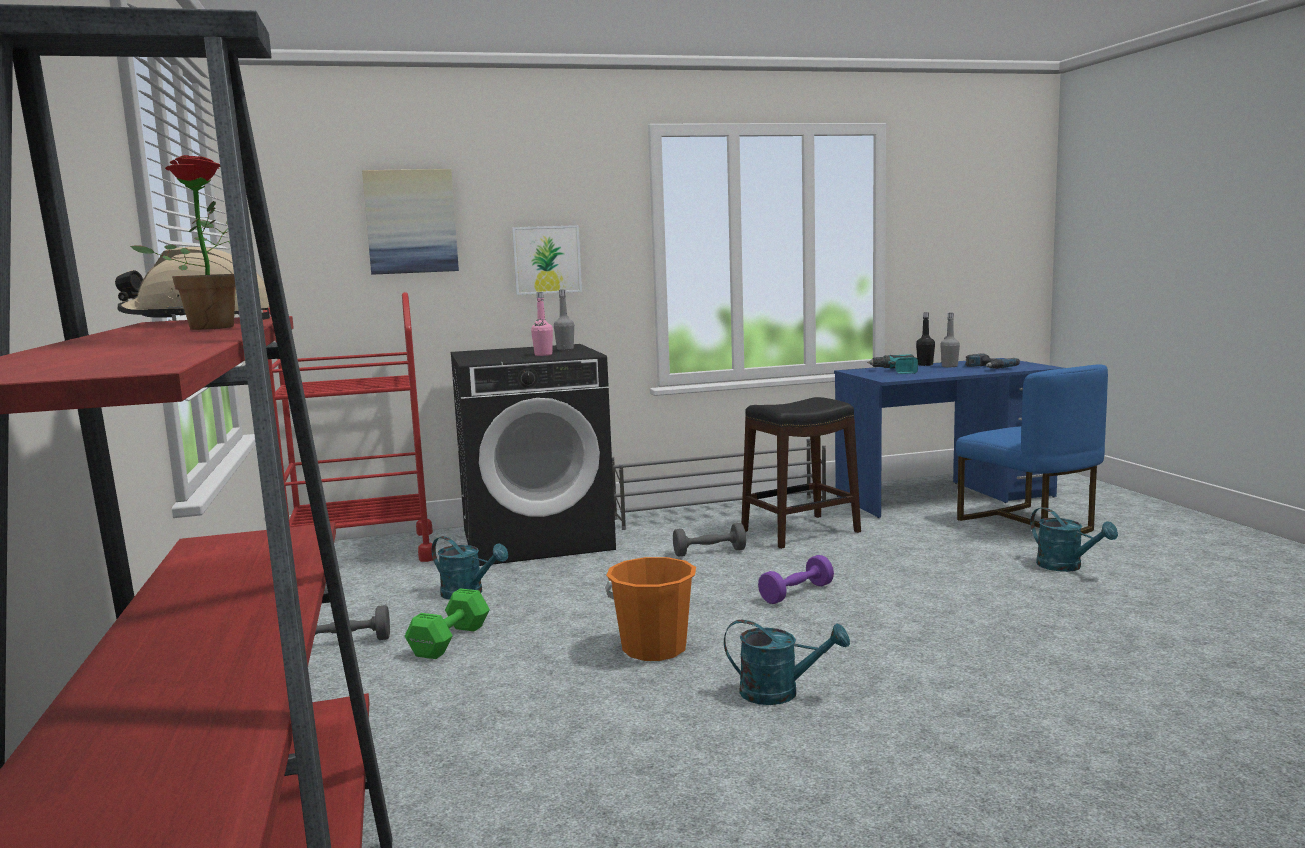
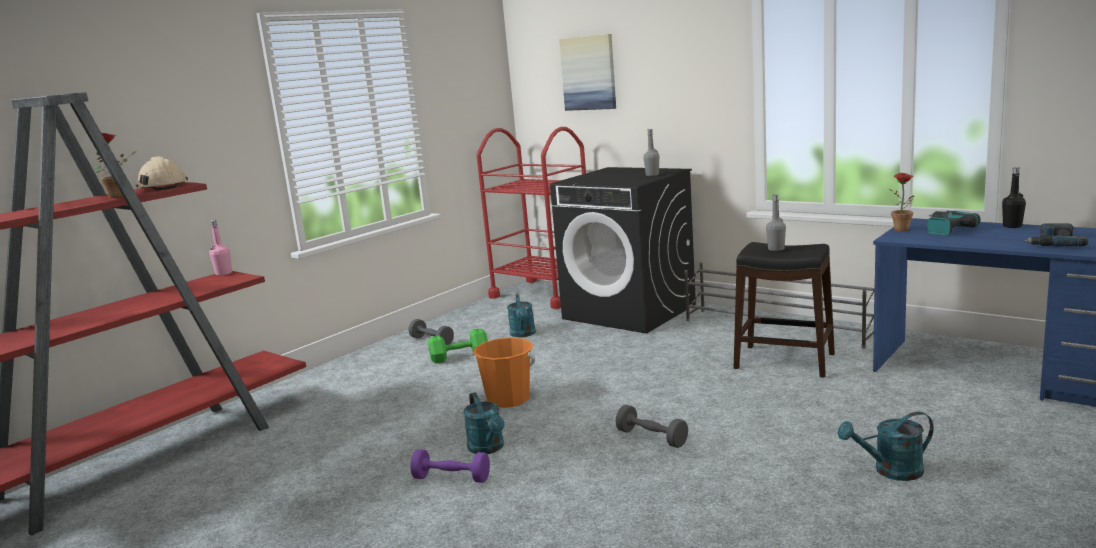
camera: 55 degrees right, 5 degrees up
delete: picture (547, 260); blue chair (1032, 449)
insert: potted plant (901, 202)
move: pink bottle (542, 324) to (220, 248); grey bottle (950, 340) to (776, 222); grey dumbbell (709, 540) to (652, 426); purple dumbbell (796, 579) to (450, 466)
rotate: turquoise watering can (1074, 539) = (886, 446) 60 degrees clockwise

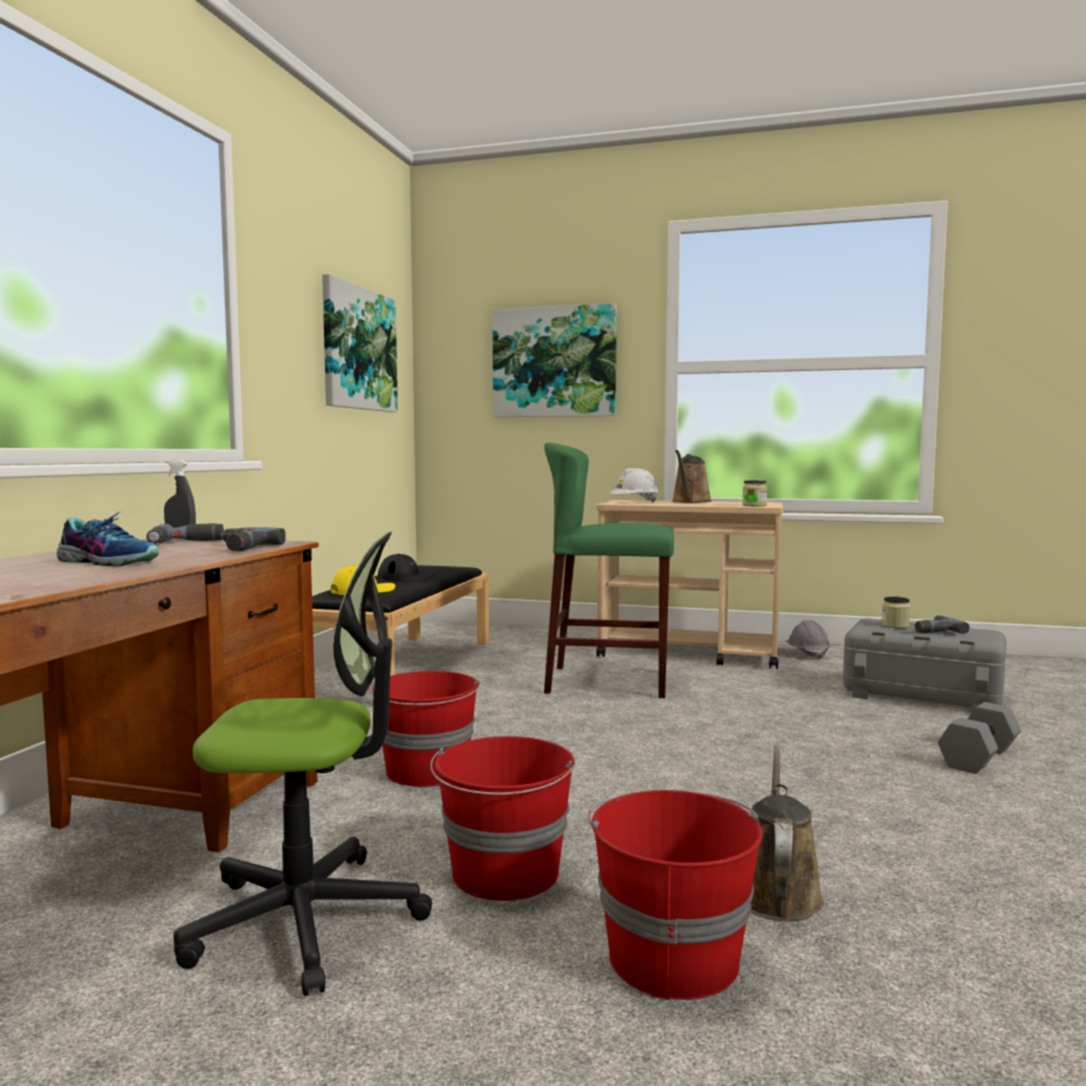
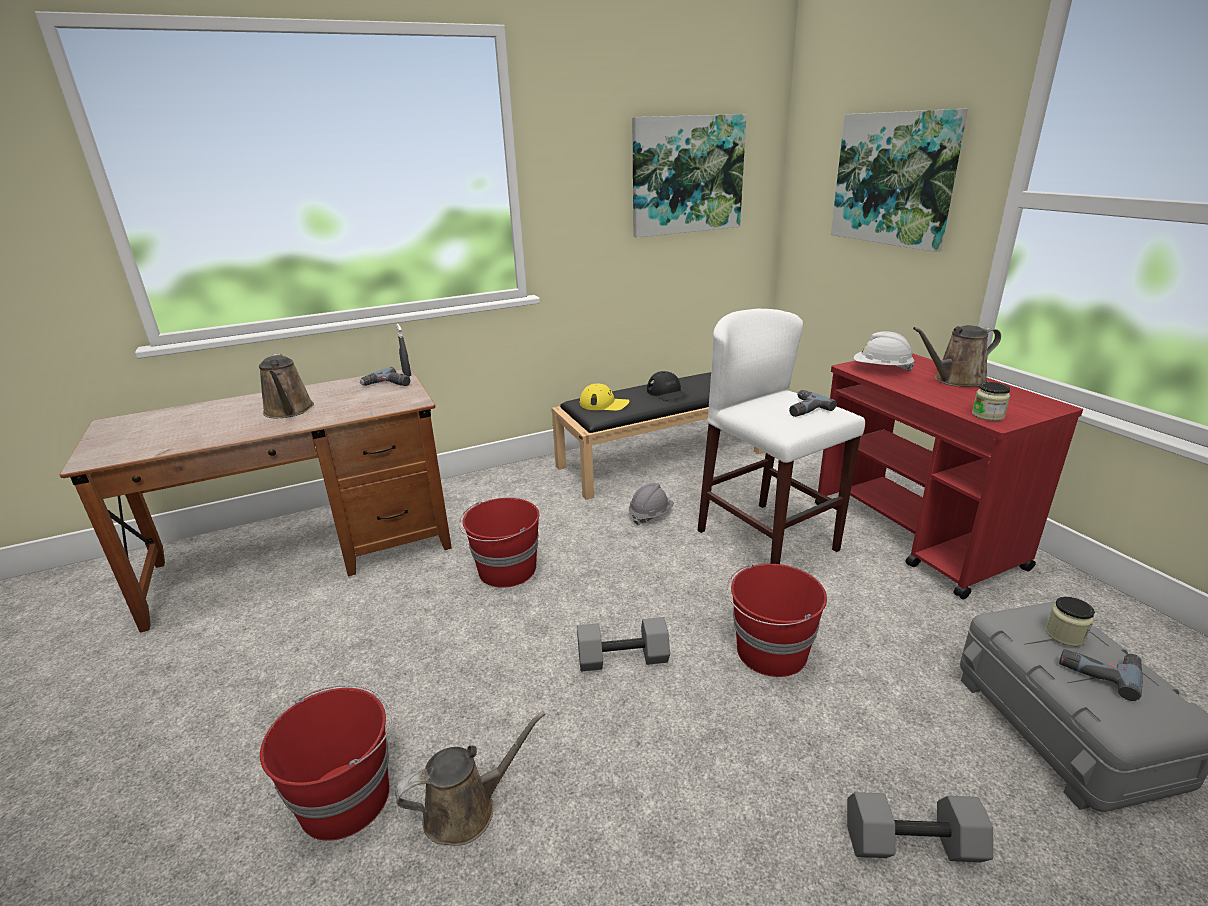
camera: 50 degrees right, 20 degrees up
delete: office chair (302, 764)
insert: grey dumbbell (623, 644)
move: power drill (253, 539) to (813, 403); grey hard hat (808, 640) to (651, 504); red bucket (502, 818) to (777, 620)
replace: shoe (107, 539) to brown watering can (286, 385)
recolor: green stool (609, 570) to white stool (781, 436); beige cart (689, 584) to red cart (949, 476)

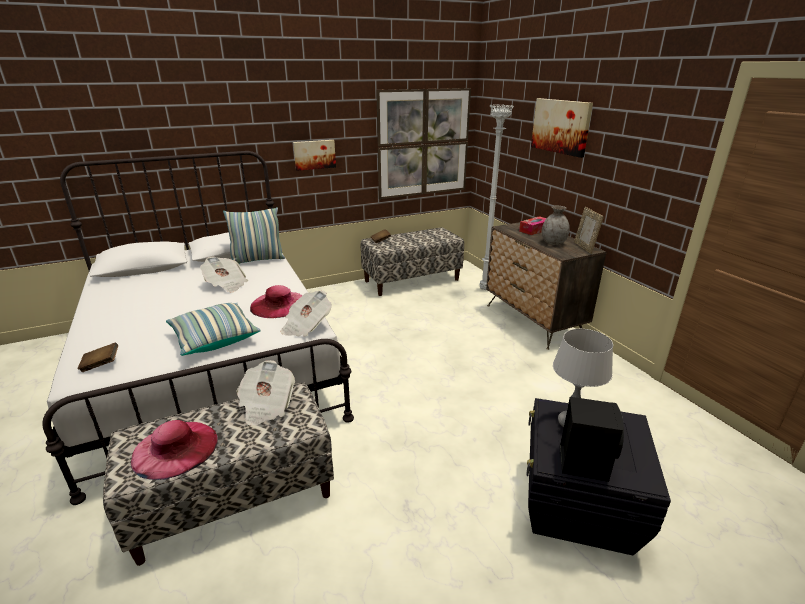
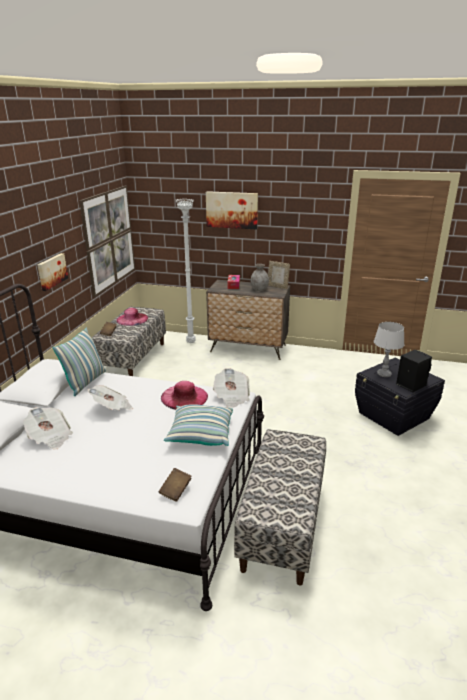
camera: 50 degrees left, 0 degrees up
move: newspaper (265, 393) to (48, 428); pink hat (174, 450) to (132, 317)

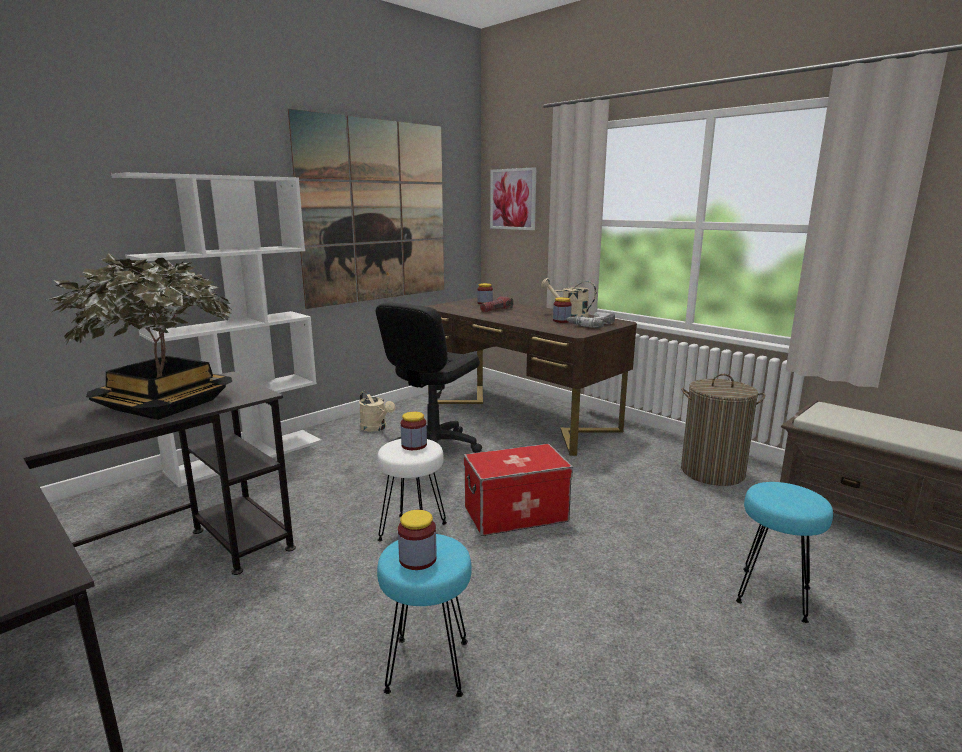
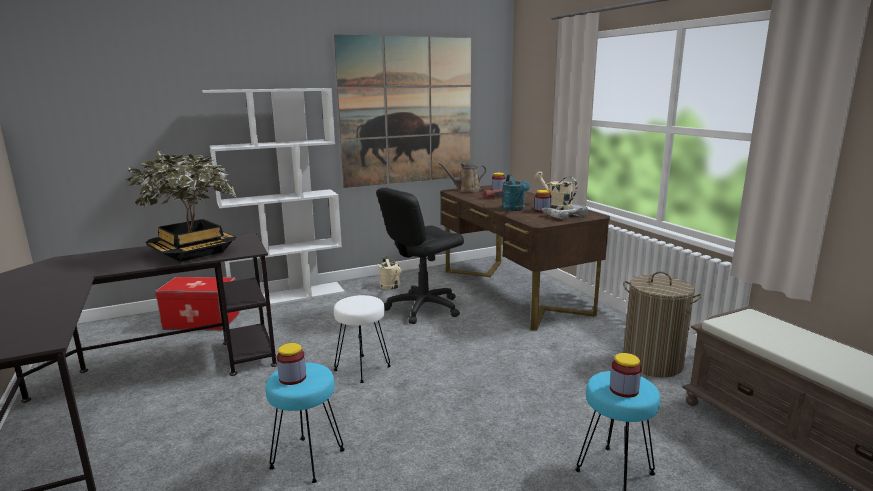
camera: 20 degrees right, 0 degrees up
delete: picture (513, 198)
insert: brown watering can (462, 177); turquoise watering can (516, 192)
move: jar (414, 431) to (626, 375); storage box (518, 490) to (196, 303)

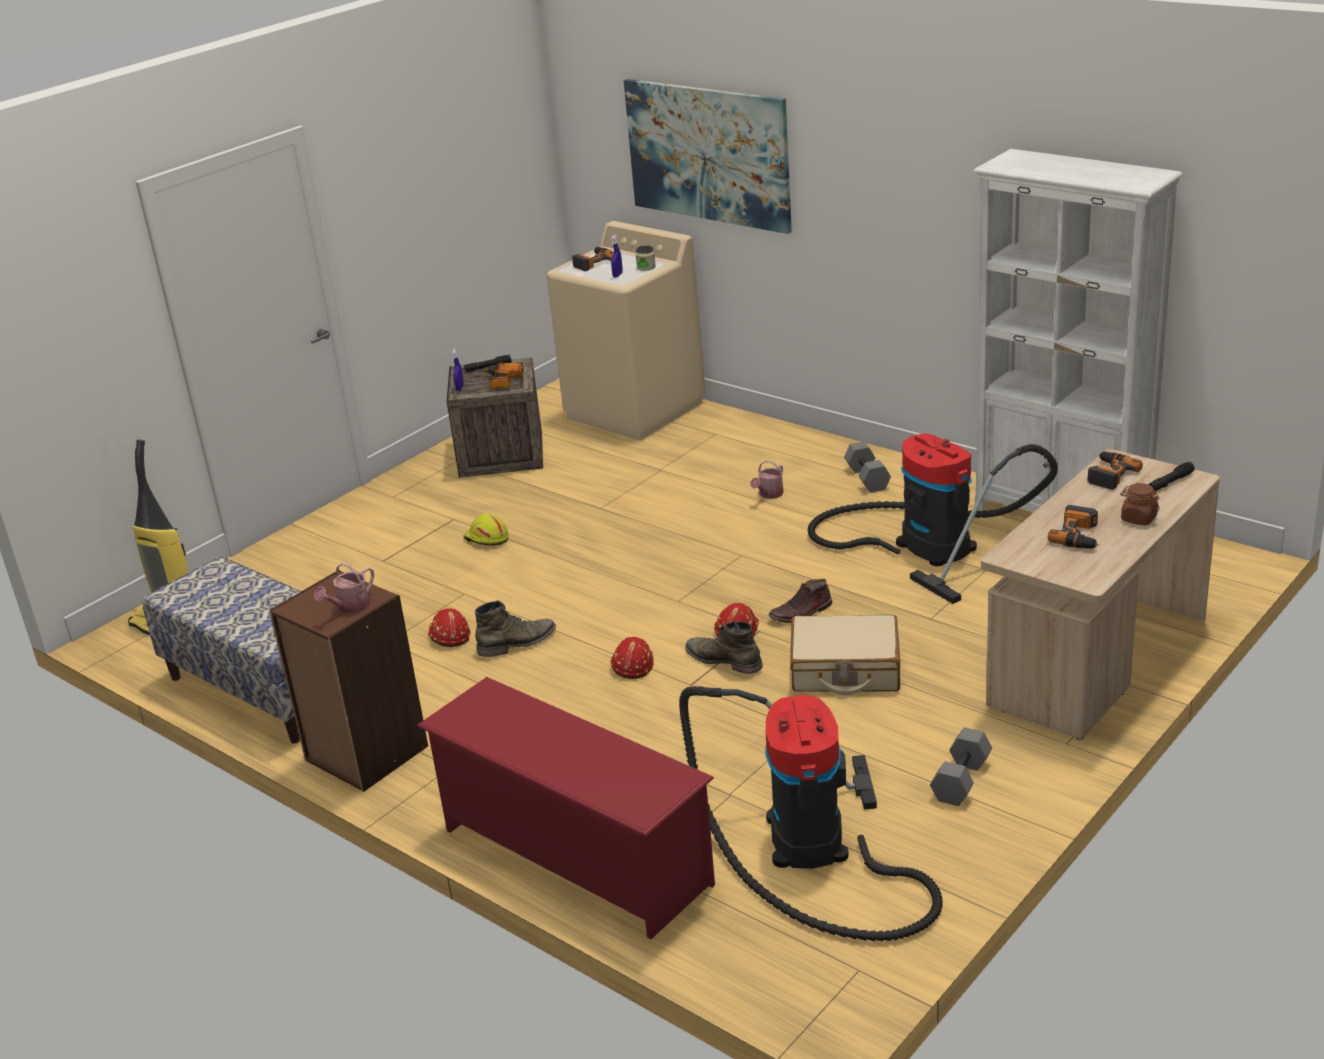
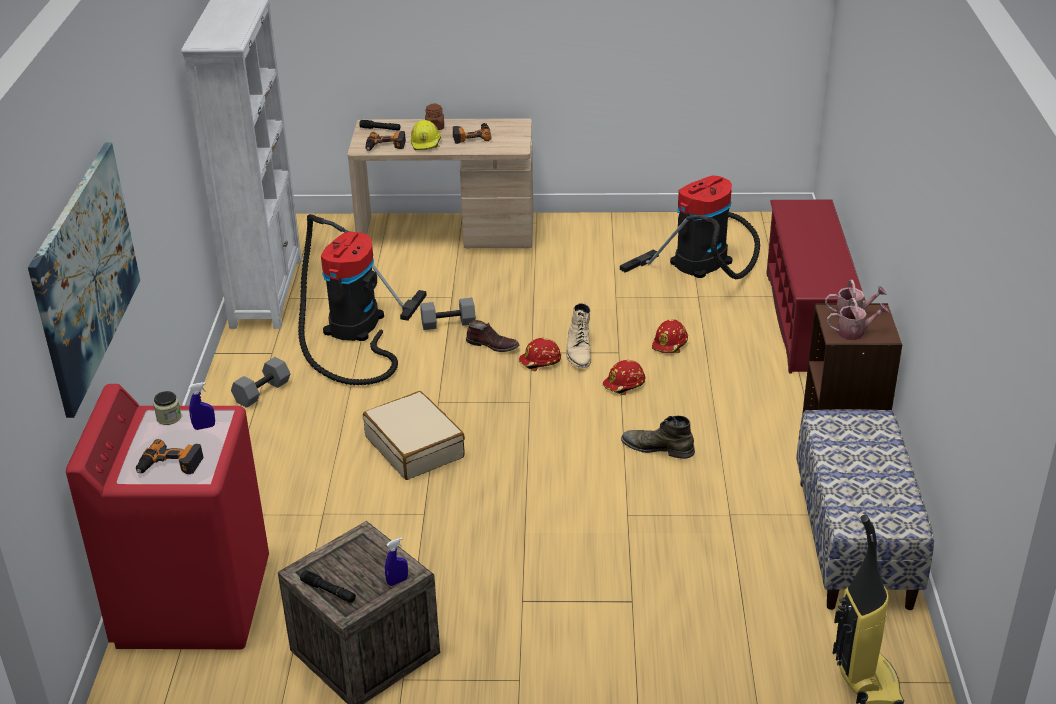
camera: 130 degrees left, 5 degrees up
delete: power drill (500, 376)
move: watering can (767, 479) to (858, 319); yellow hard hat (486, 530) to (426, 135); red hard hat (449, 627) to (670, 336); beige suitcase (845, 655) to (414, 435); grey dumbbell (961, 767) to (448, 314)
recolor: beige washing machine (626, 330) to red washing machine (167, 516); green boot (724, 647) to beige boot (578, 335)

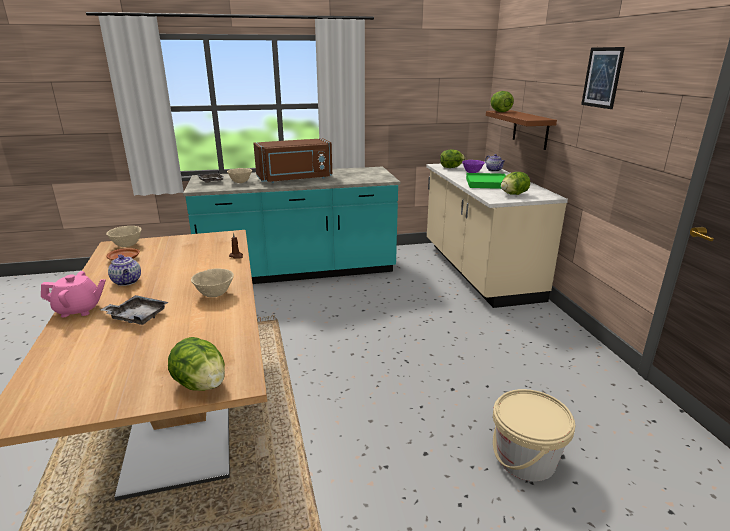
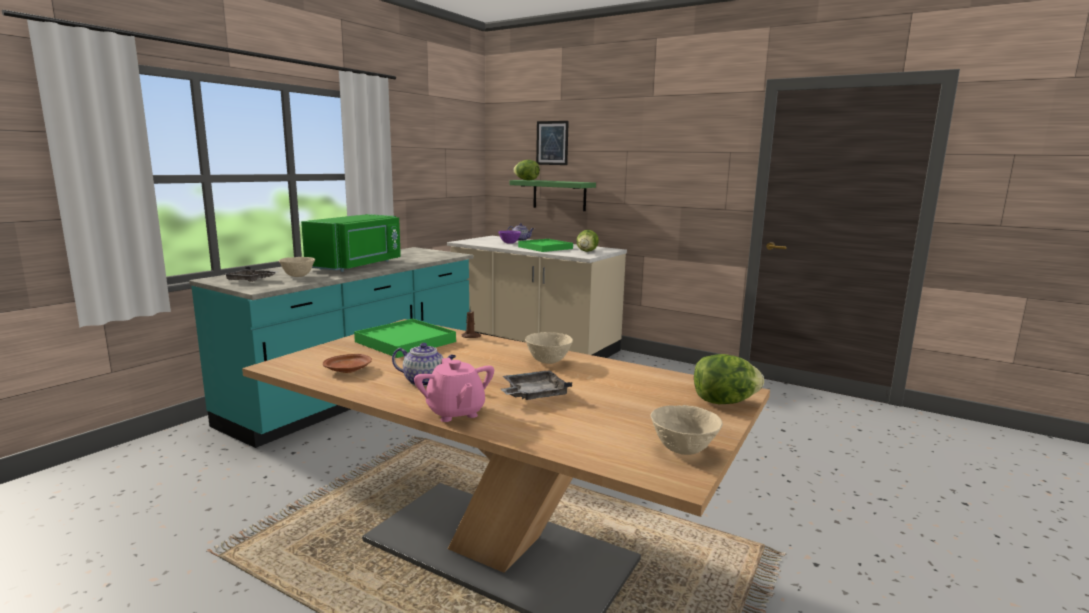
camera: 45 degrees left, 10 degrees down
delete: lettuce (452, 158); beige bucket (534, 435)
insert: green tray (405, 338)
move: picture (603, 78) to (552, 143); beige bowl (124, 236) to (686, 430)
recolor: brown shelf (521, 130) to green shelf (553, 195); brown microwave (293, 160) to green microwave (351, 243)
rotate: pink teapot (73, 294) = (454, 390) 120 degrees clockwise

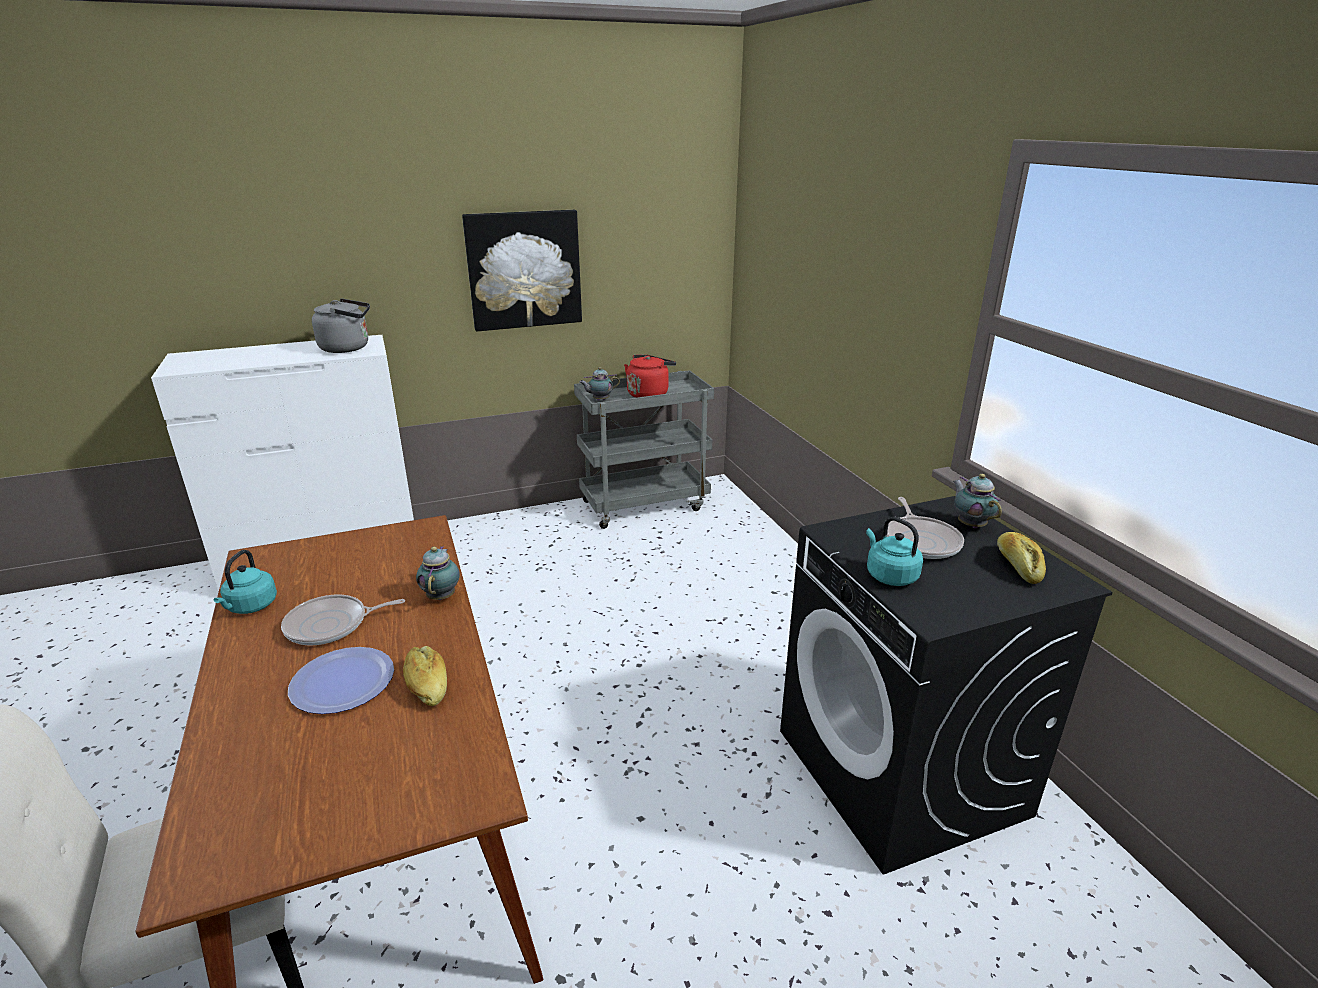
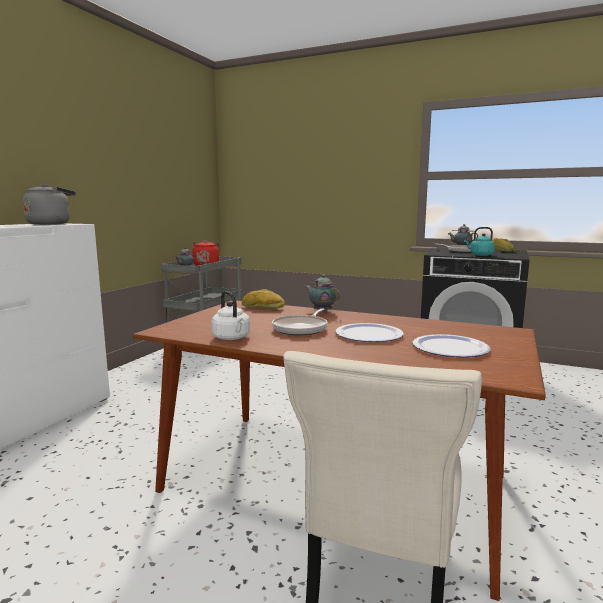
camera: 45 degrees left, 15 degrees down
delete: picture (522, 270)
insert: plate (452, 345)
move: bread (425, 676) to (263, 299)
recolor: turquoise kettle (245, 582) to white kettle (230, 315)

